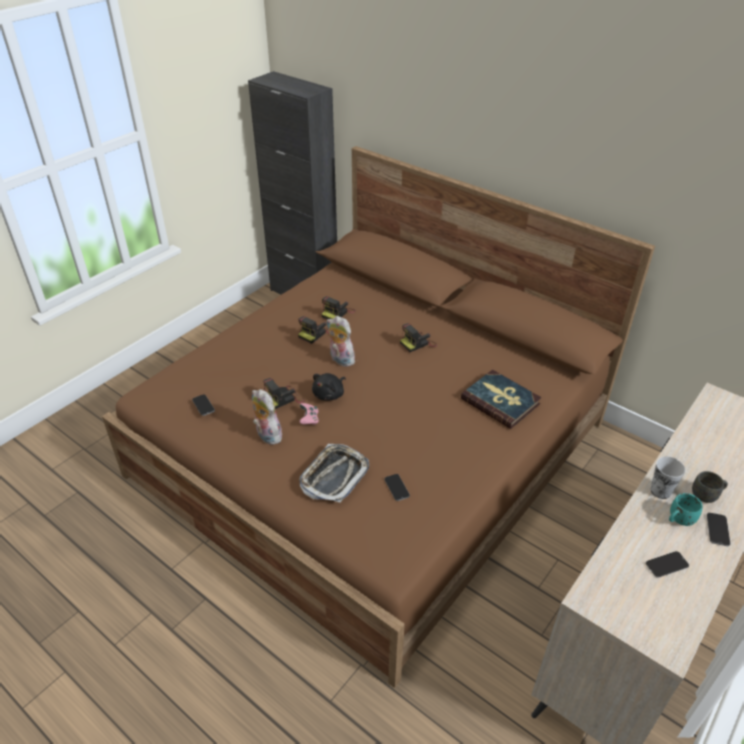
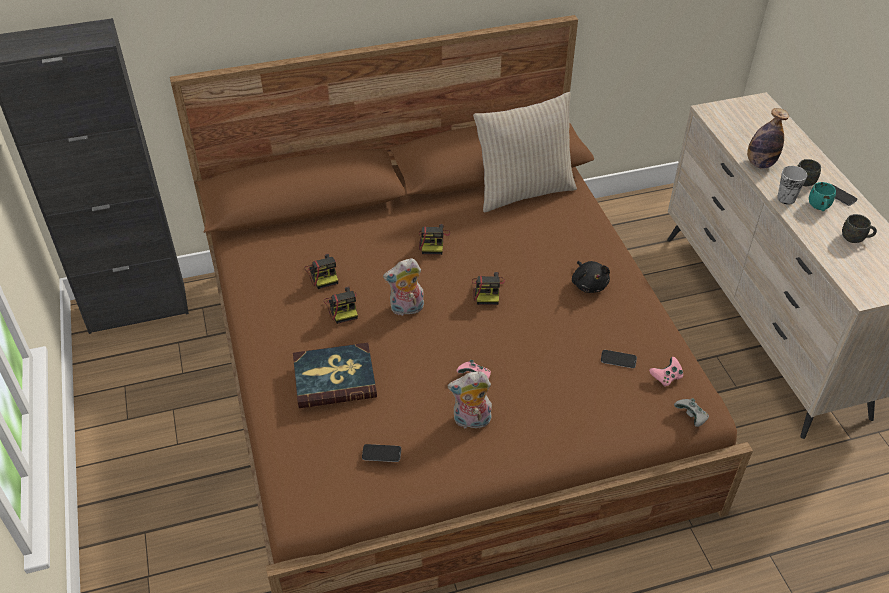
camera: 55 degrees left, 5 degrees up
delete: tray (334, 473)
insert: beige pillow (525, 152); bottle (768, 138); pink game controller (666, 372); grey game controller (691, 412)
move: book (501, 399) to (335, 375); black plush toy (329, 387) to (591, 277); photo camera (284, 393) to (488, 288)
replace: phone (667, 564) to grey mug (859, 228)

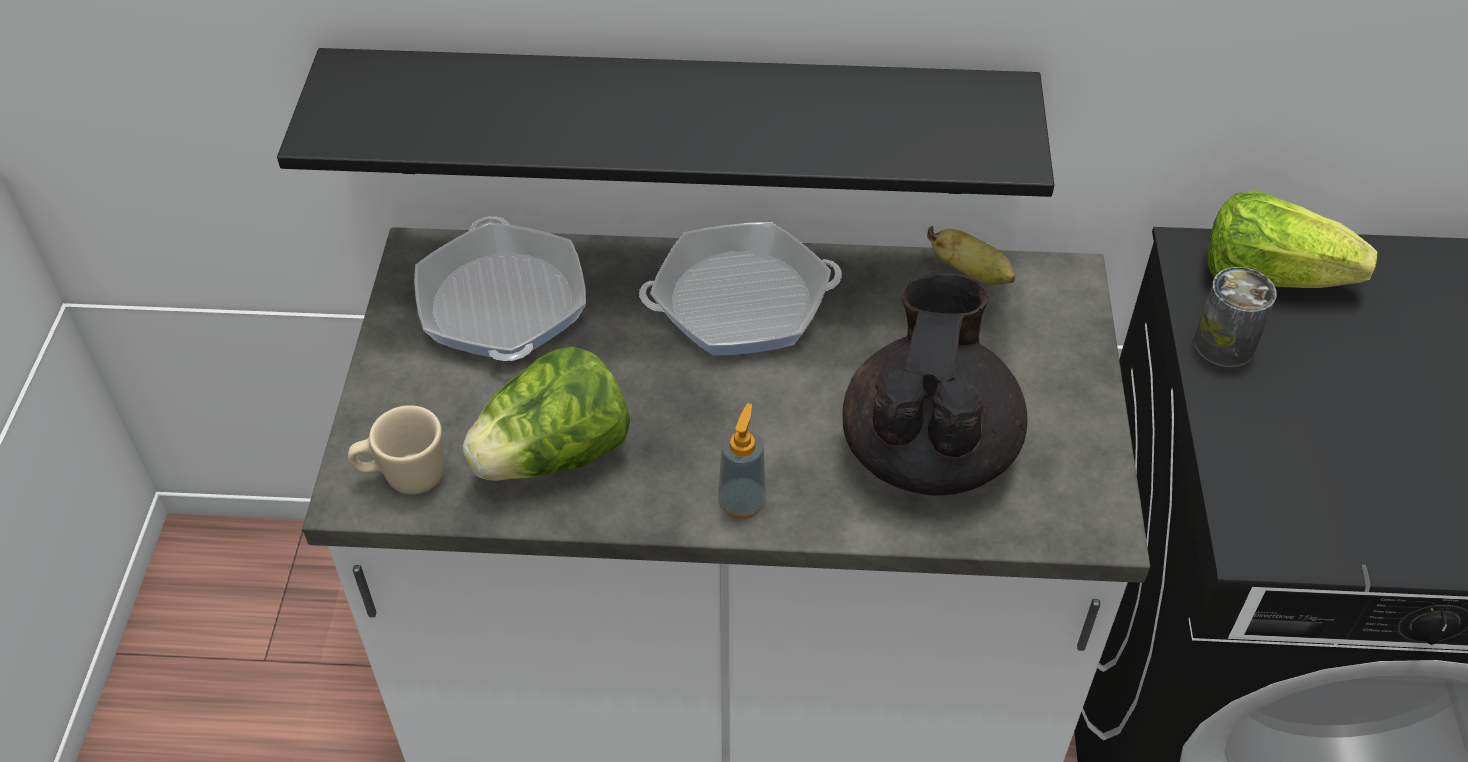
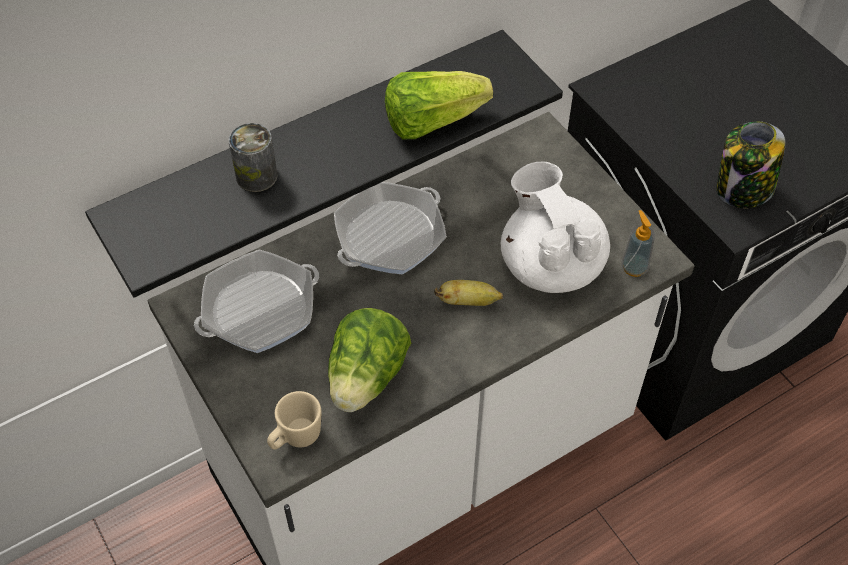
camera: 35 degrees left, 5 degrees up
insert: jar (751, 164)
move: lettuce (1292, 239) to (439, 105); banana (971, 255) to (468, 293); can (1235, 317) to (253, 157); soap dispenser (742, 461) to (638, 243)
recolor: black teapot (935, 384) to white teapot (555, 227)
rotate: frying pan (500, 288) = (256, 301) 75 degrees counterclockwise

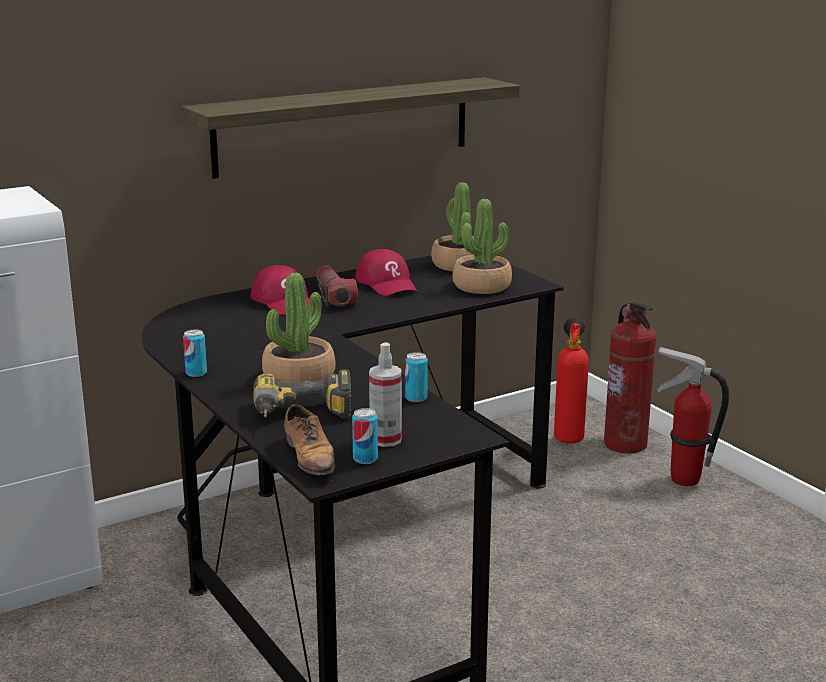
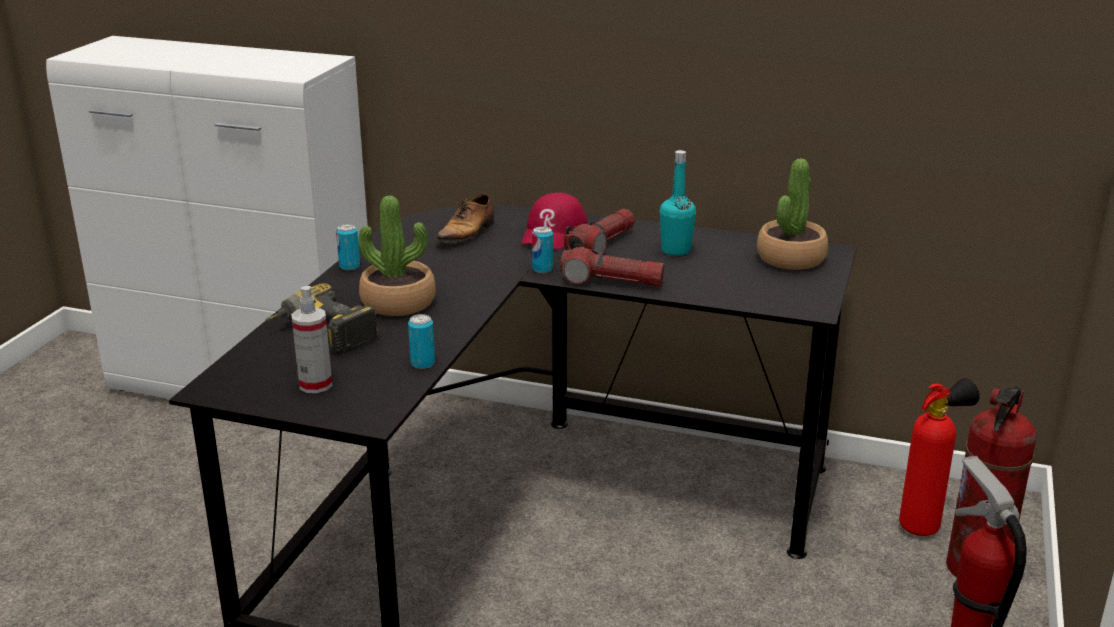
camera: 50 degrees right, 5 degrees up
delete: shelf (350, 128); potted plant (482, 246)
insert: flashlight (612, 265)
move: shoe (309, 440) to (465, 218); can (365, 436) to (542, 249)
replace: red cap (386, 272) to turquoise bottle (678, 203)

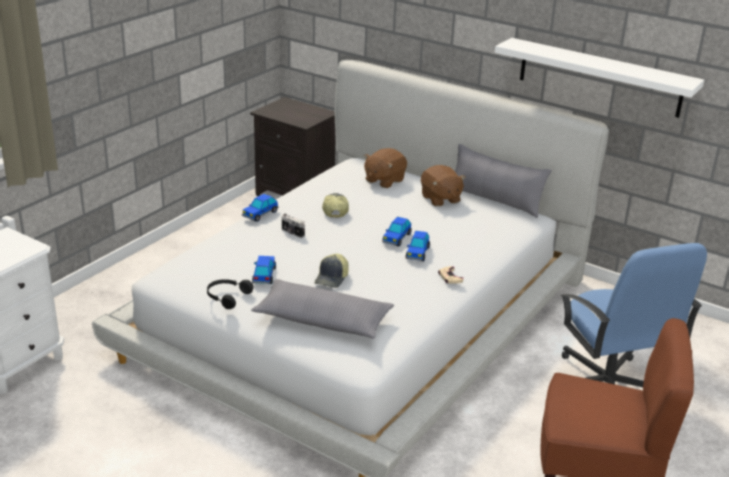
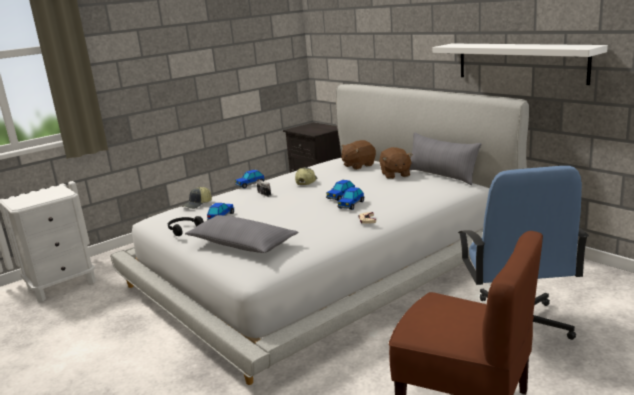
camera: 20 degrees right, 10 degrees down
move: cap (332, 271) to (197, 198)

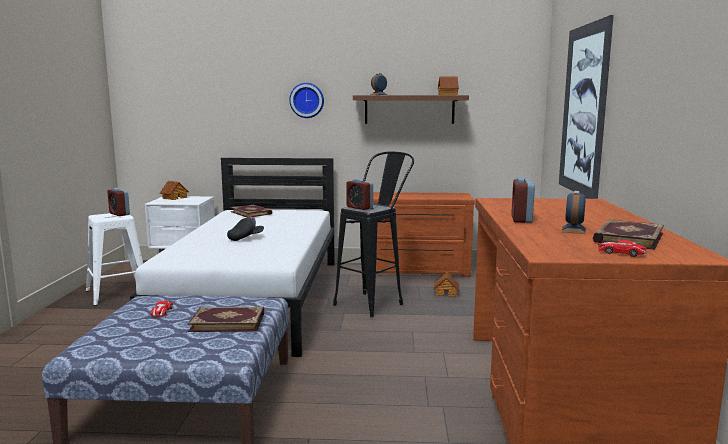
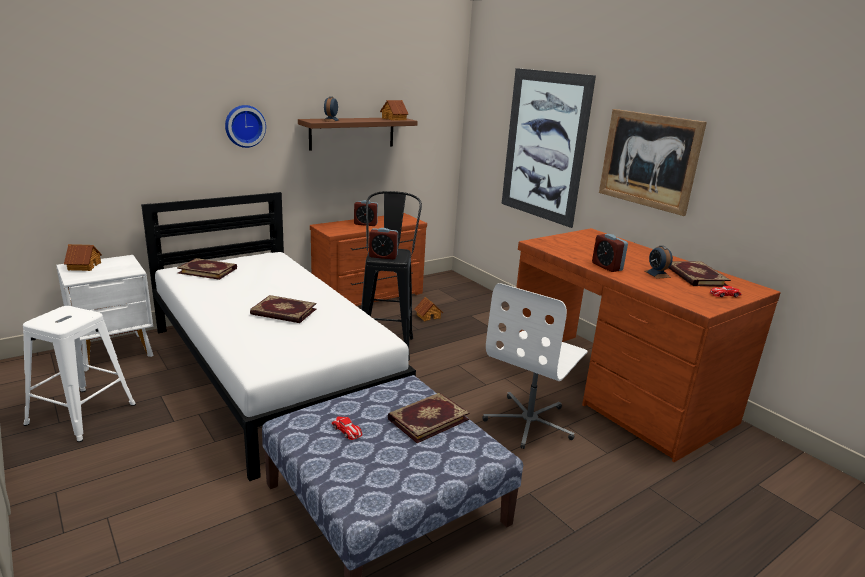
camera: 40 degrees left, 10 degrees up
insert: picture (653, 162); white office chair (535, 366)
move: alarm clock (118, 202) to (366, 213)
replace: black cap (245, 228) to book (283, 309)

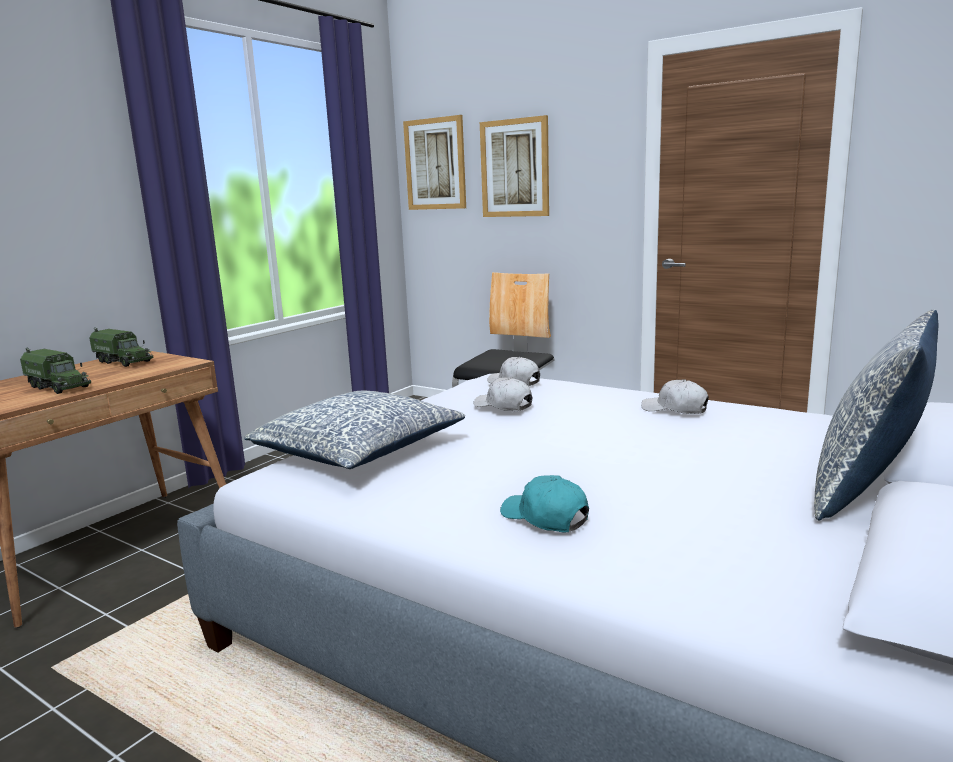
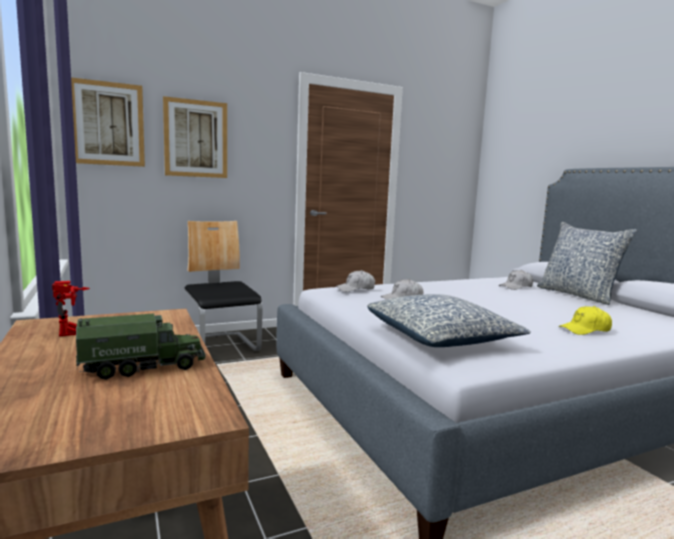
camera: 60 degrees left, 5 degrees down
move: white cap (675, 396) to (516, 280)
replace: toy truck (121, 347) to toy robot (71, 308)
recolor: turquoise cap (544, 503) to yellow cap (585, 320)

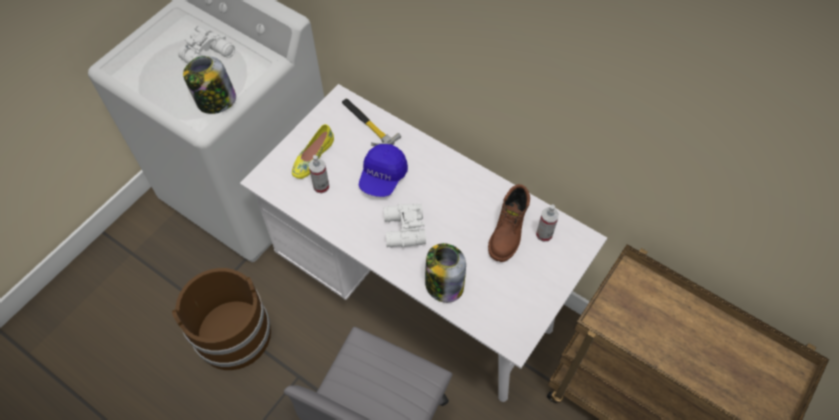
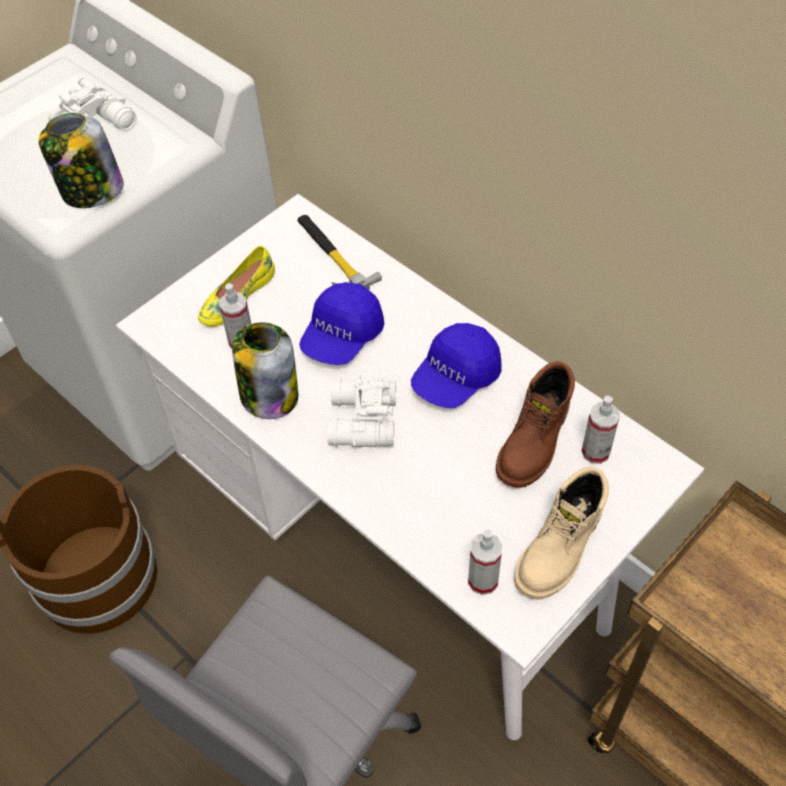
camera: 10 degrees right, 5 degrees down
insert: blue cap (456, 365); beige boot (561, 533); spray bottle (485, 562)
move: jar (445, 273) to (265, 370)

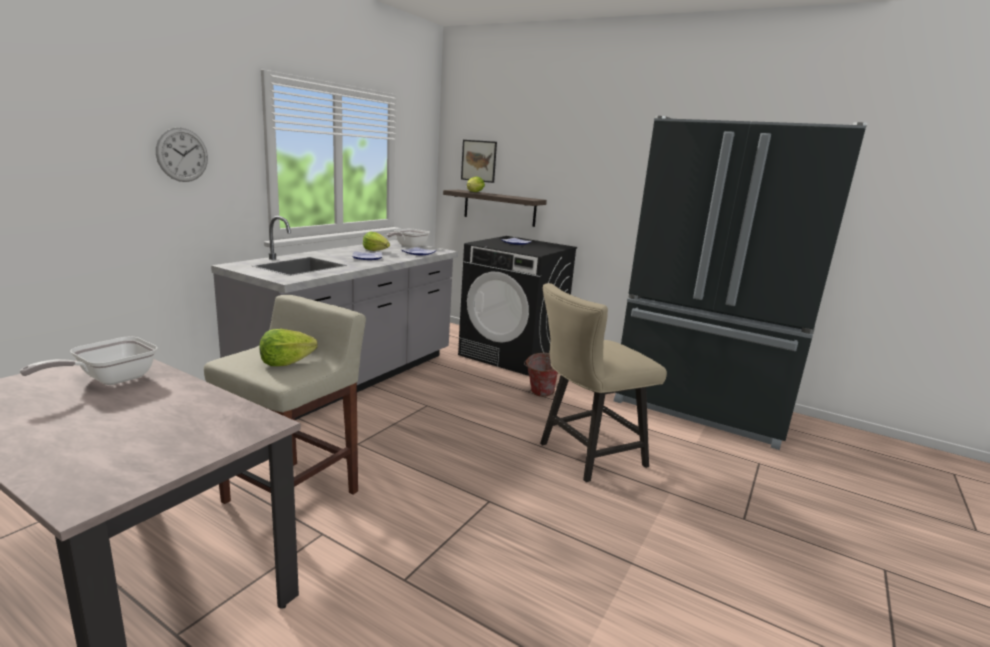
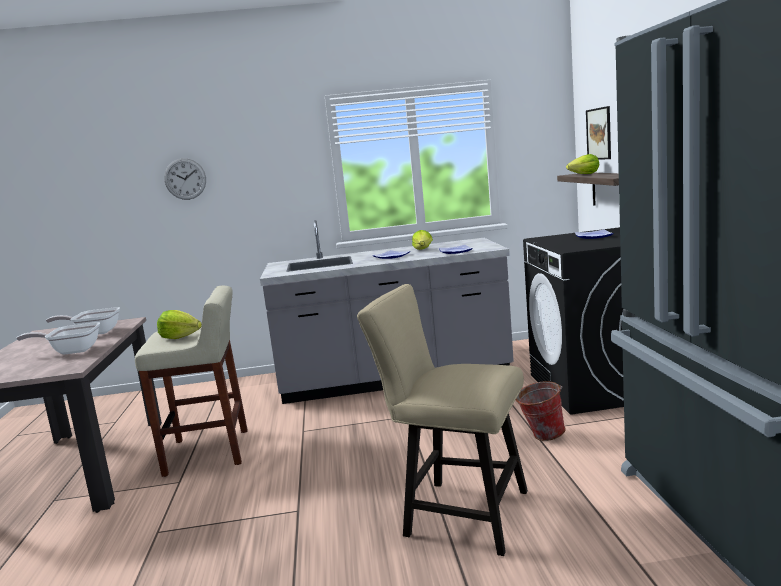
camera: 55 degrees right, 5 degrees down
move: wall clock (182, 155) to (185, 179); frying pan (408, 238) to (58, 338)

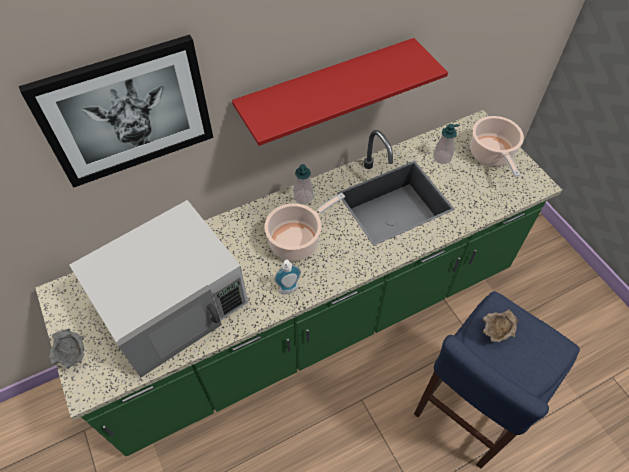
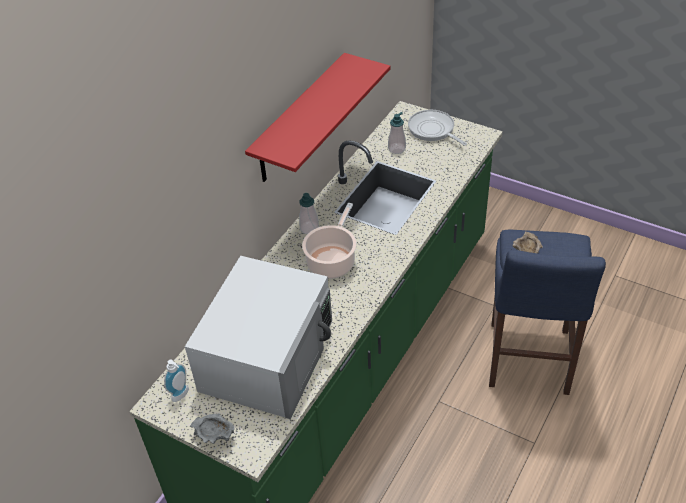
camera: 30 degrees left, 10 degrees down
delete: picture (116, 111)
move: soap dispenser (287, 277) to (176, 380)
replace: cooking pot (497, 146) to frying pan (437, 128)

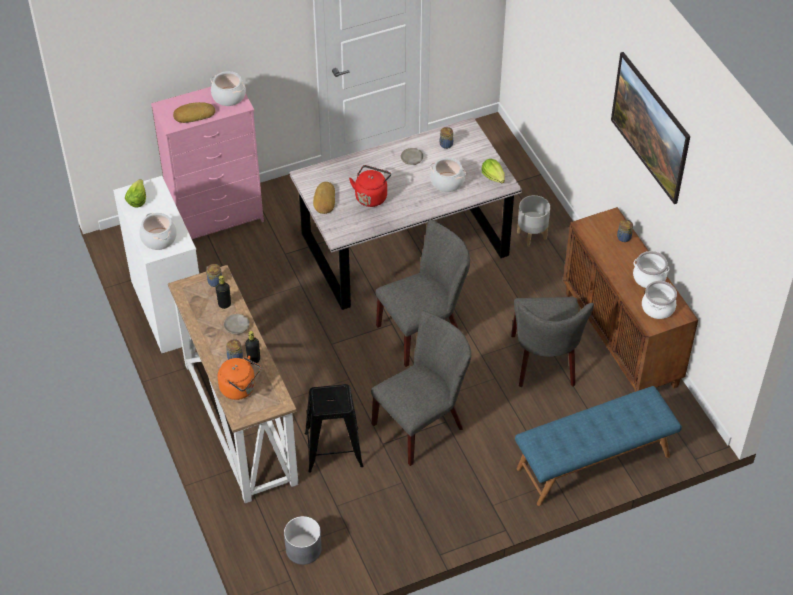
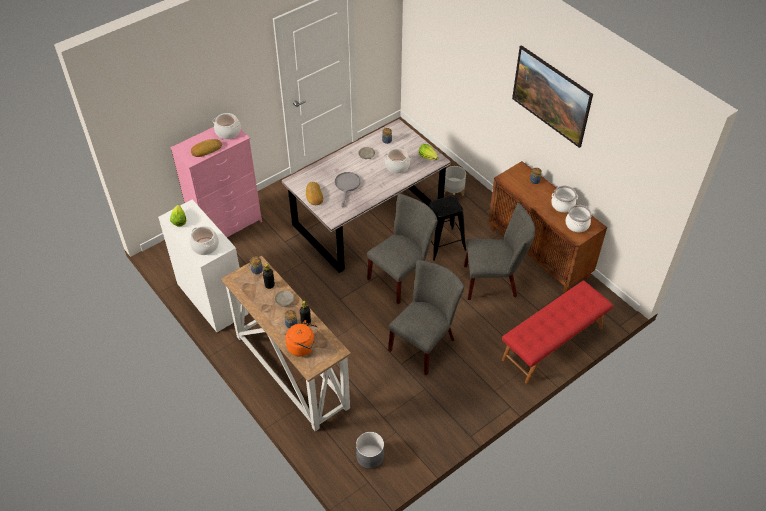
camera: 15 degrees left, 0 degrees up
move: black stool (333, 428) to (447, 228)
replace: red kettle (370, 186) to grey frying pan (347, 189)
recolor: blue bench (598, 446) to red bench (557, 332)
rotate: grey chair (552, 342) = (499, 251) 75 degrees counterclockwise

